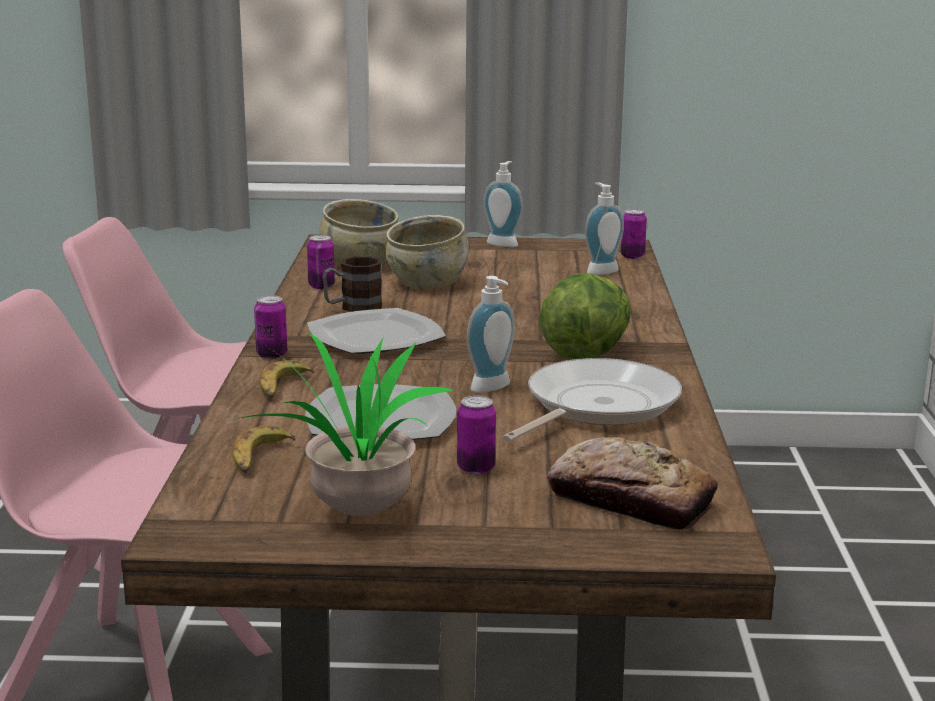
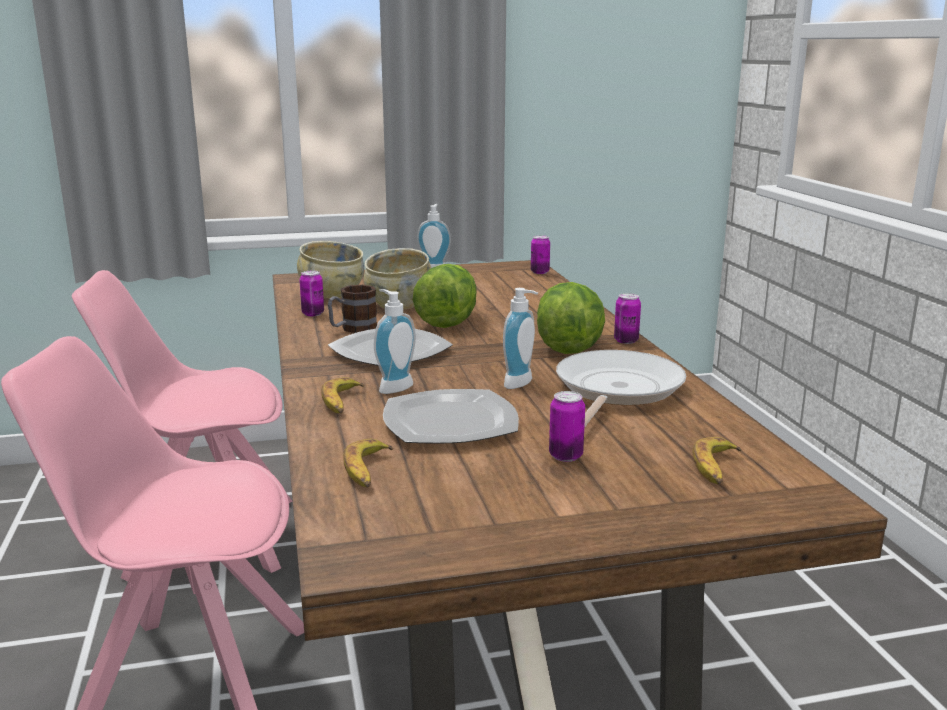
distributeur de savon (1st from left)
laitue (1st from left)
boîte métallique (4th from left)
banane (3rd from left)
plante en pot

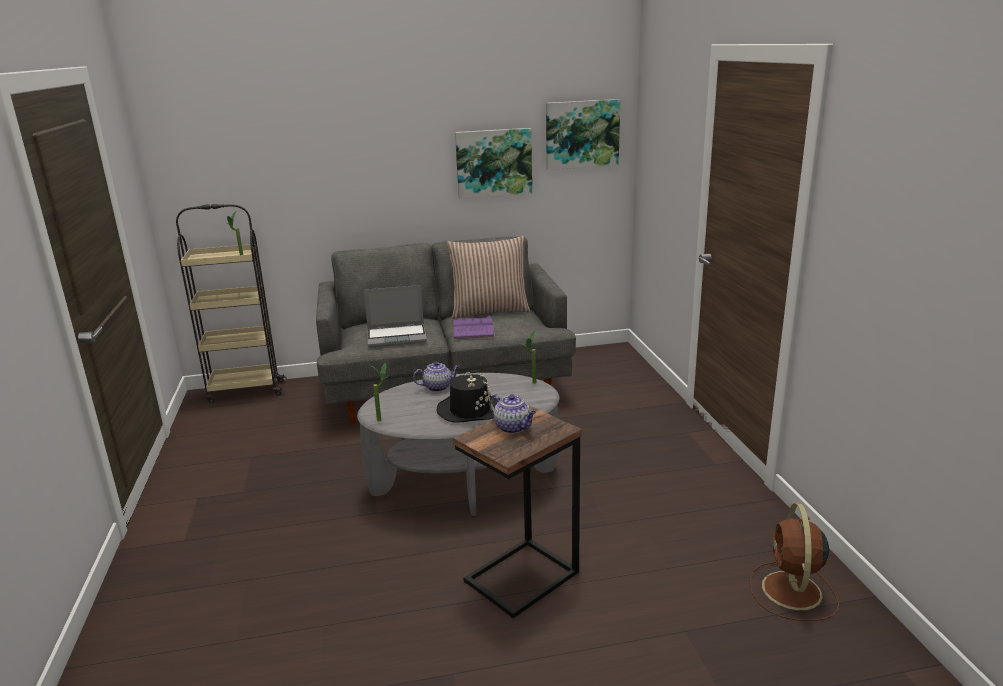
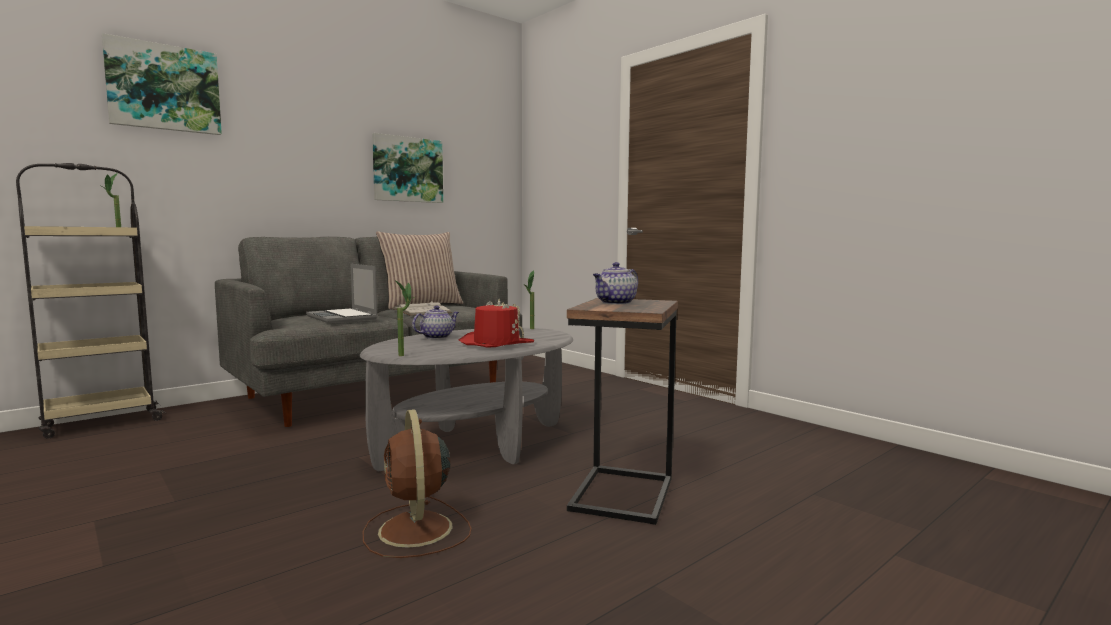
tableau (1st from left)
ordinateur portable
ventilateur/marron
livre/blanc
chapeau/rouge
théière (2nd from left)

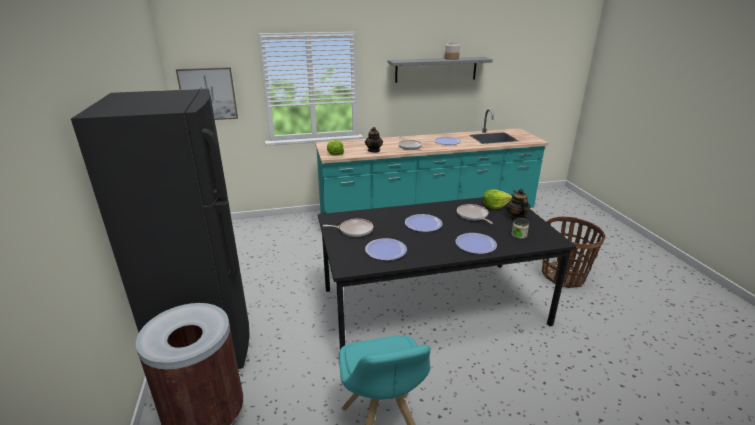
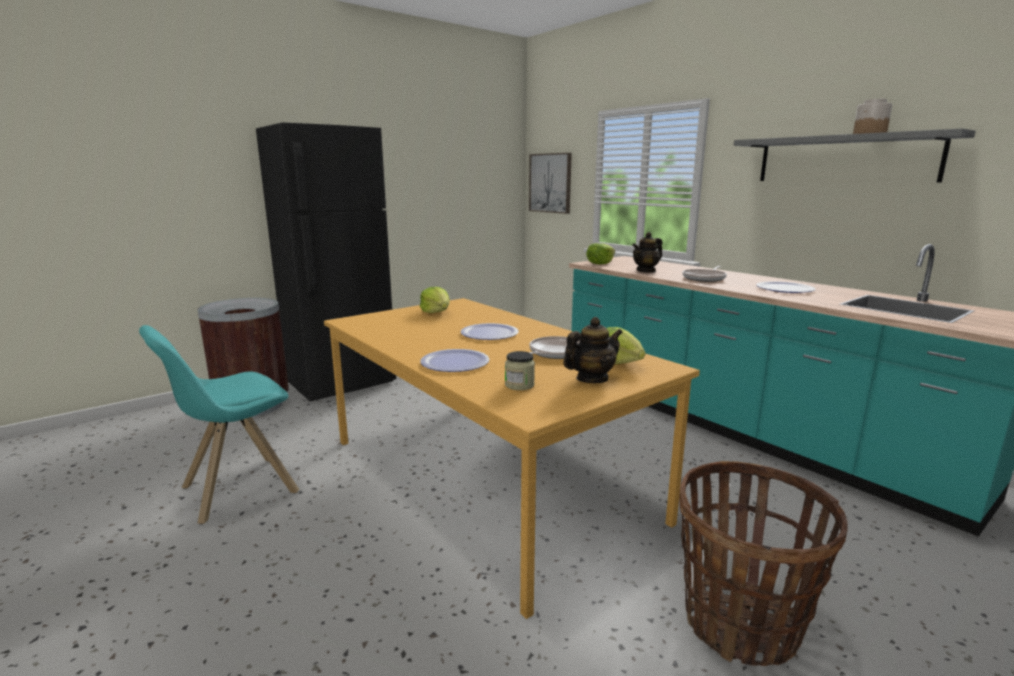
table à manger/orange
laitue (1st from left)
assiette (1st from left in the first image)

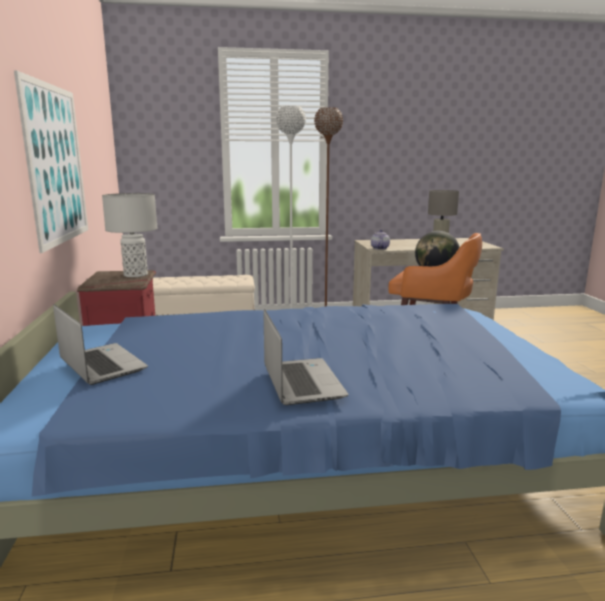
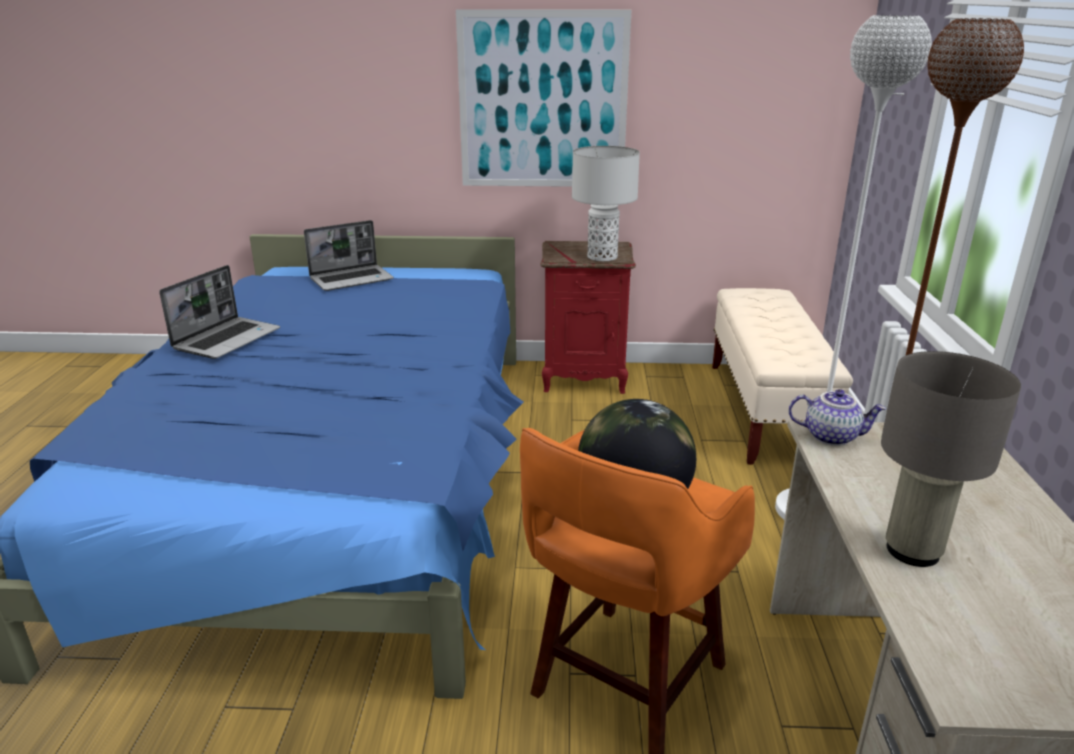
ordinateur portable (1st from left)

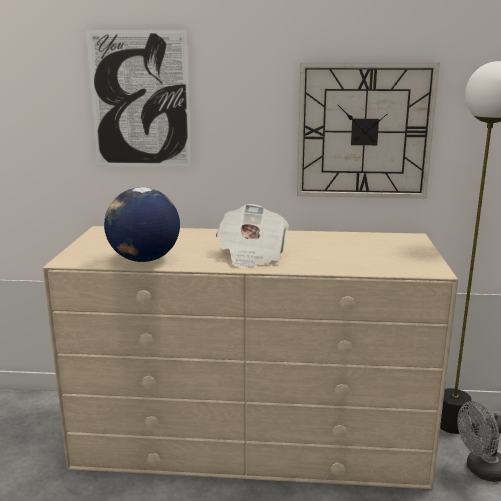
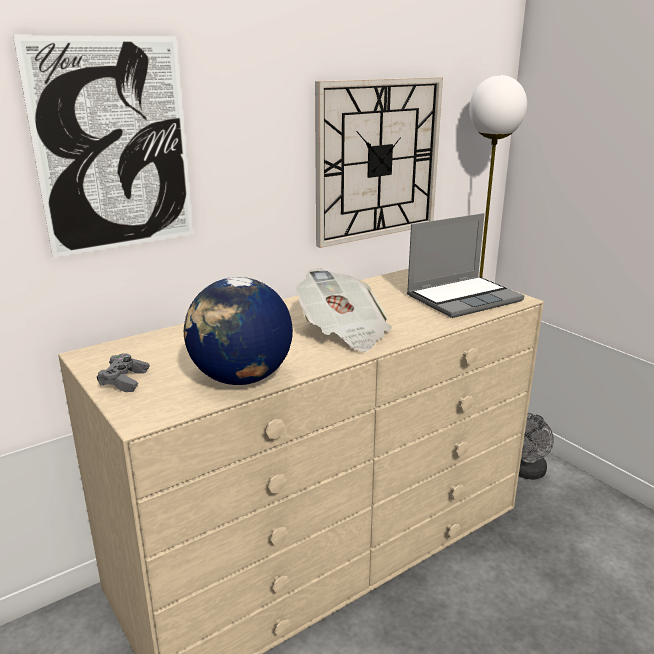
manette/gris
ordinateur portable

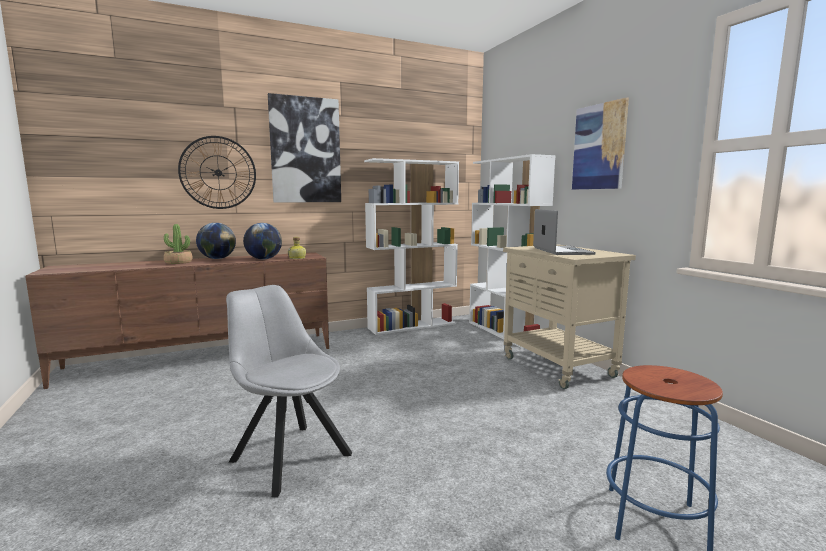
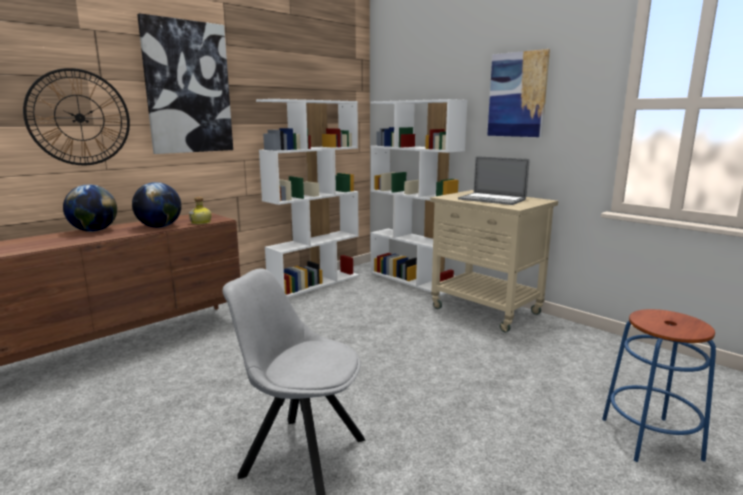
ordinateur portable
plante en pot

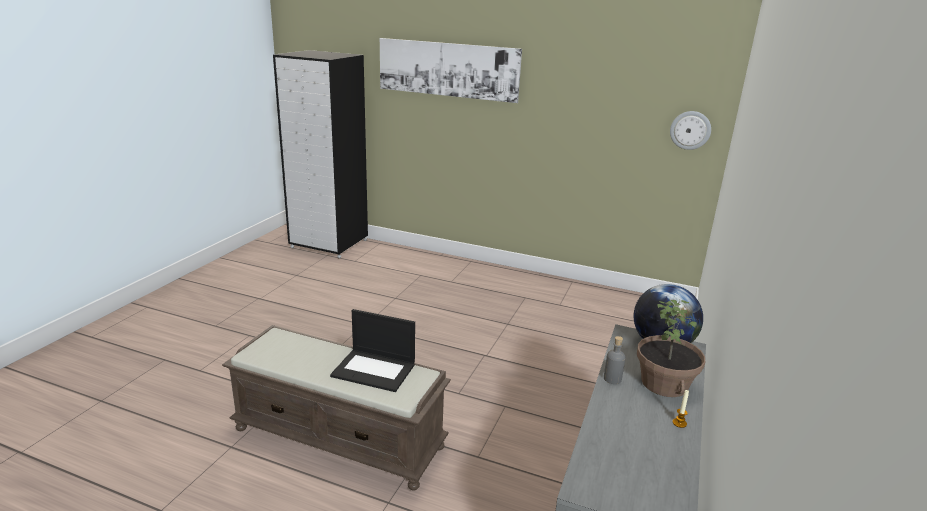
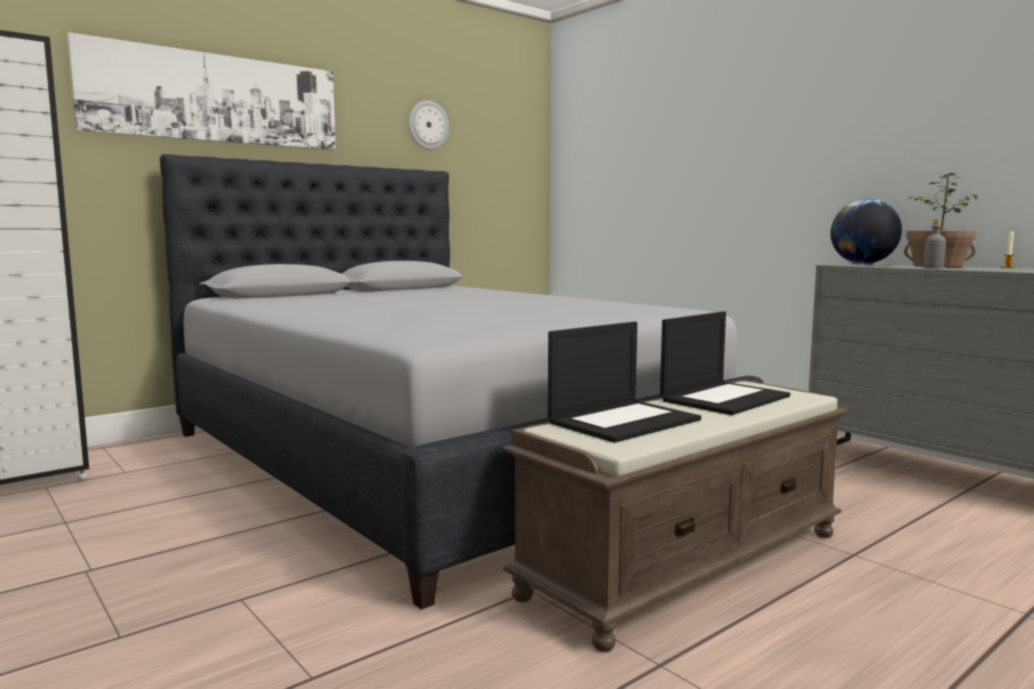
lit/gris
horloge murale
ordinateur portable (1st from left)

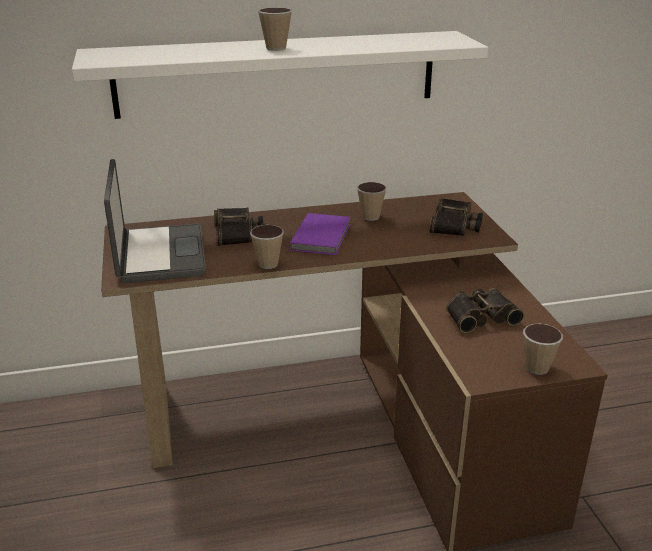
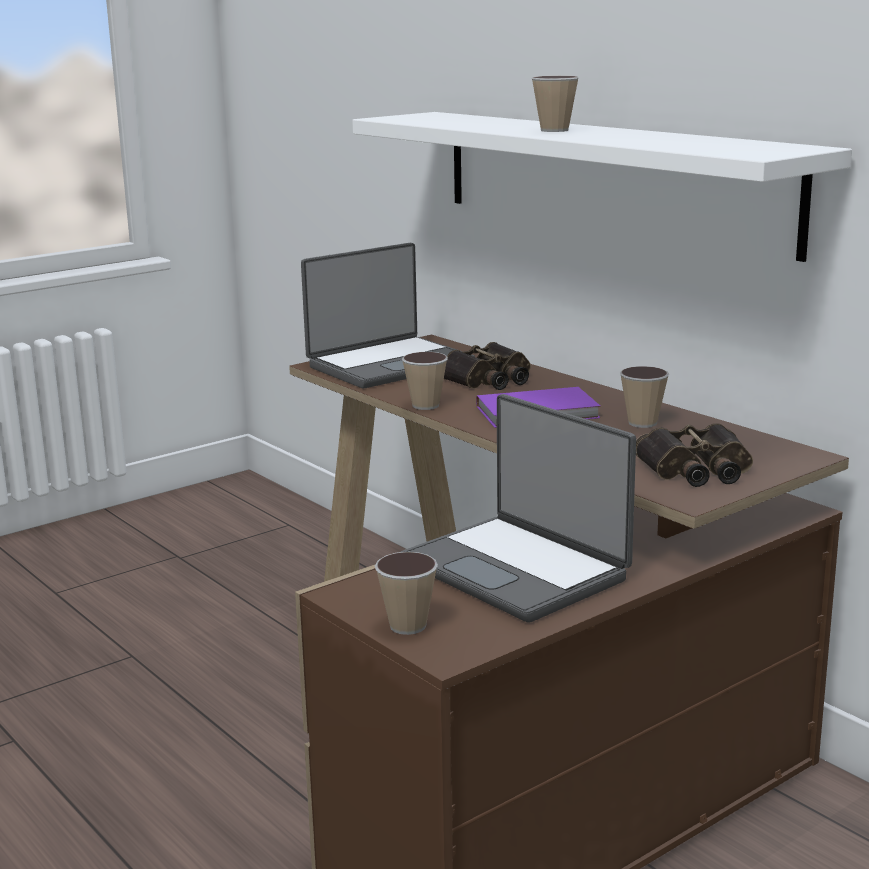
ordinateur portable (2nd from left)

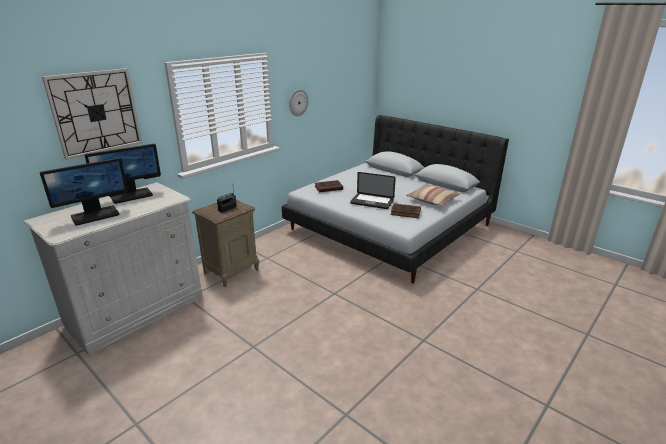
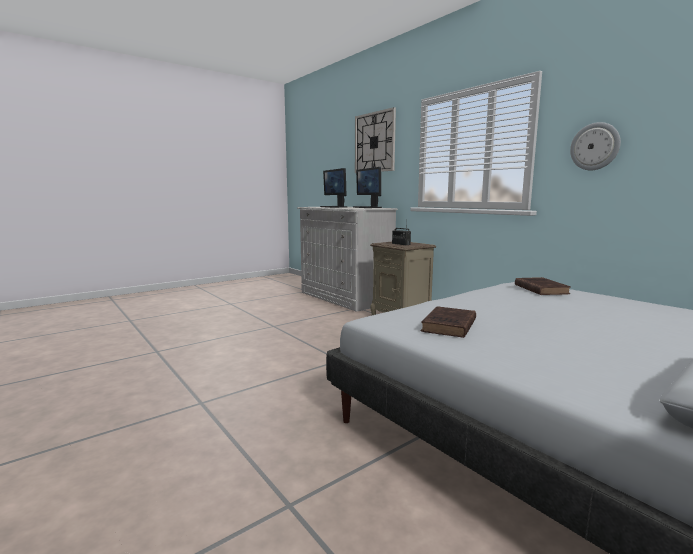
ordinateur portable
coussin

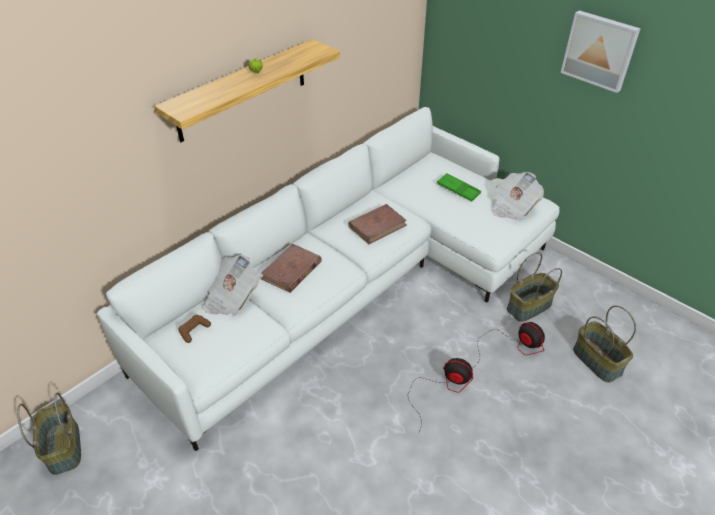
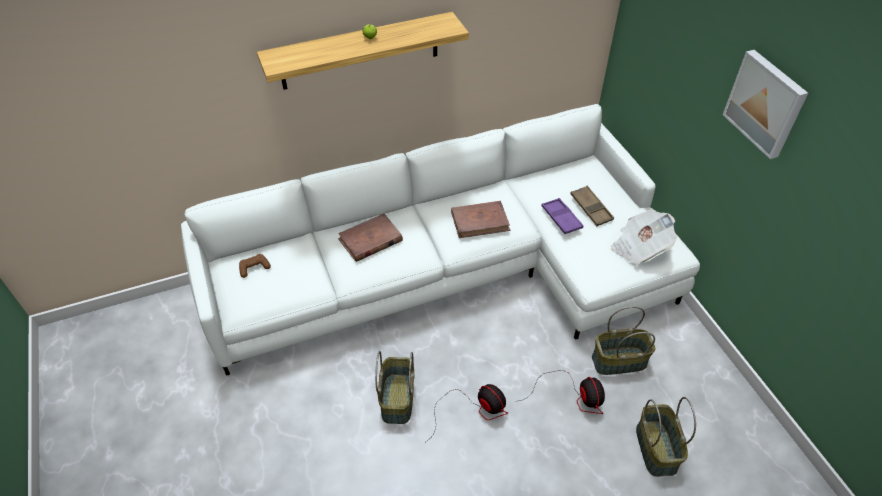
panier (1st from left)
plateau/violet
plateau/marron
journal (1st from left in the first image)

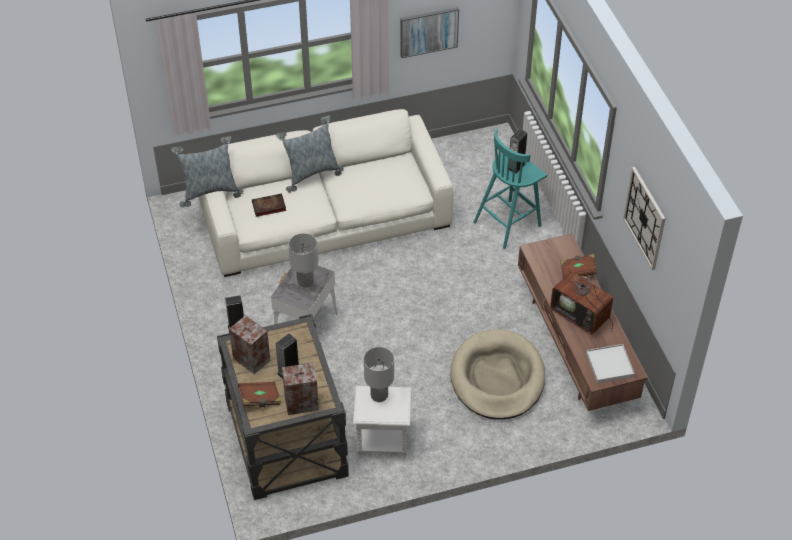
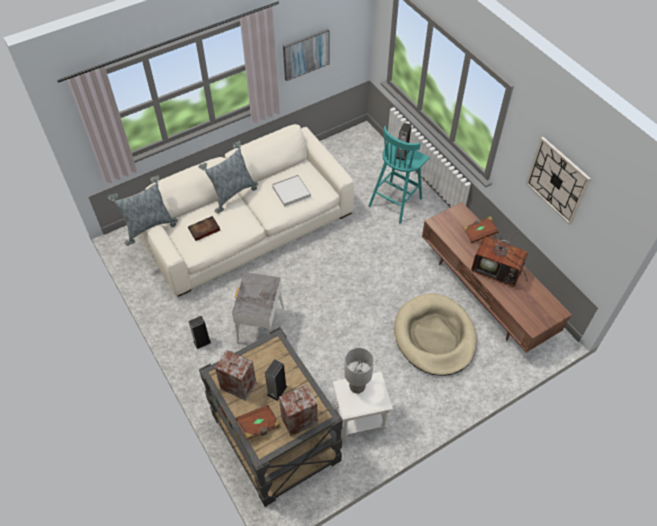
plateau/blanc
lampe de table/gris (1st from left in the first image)

